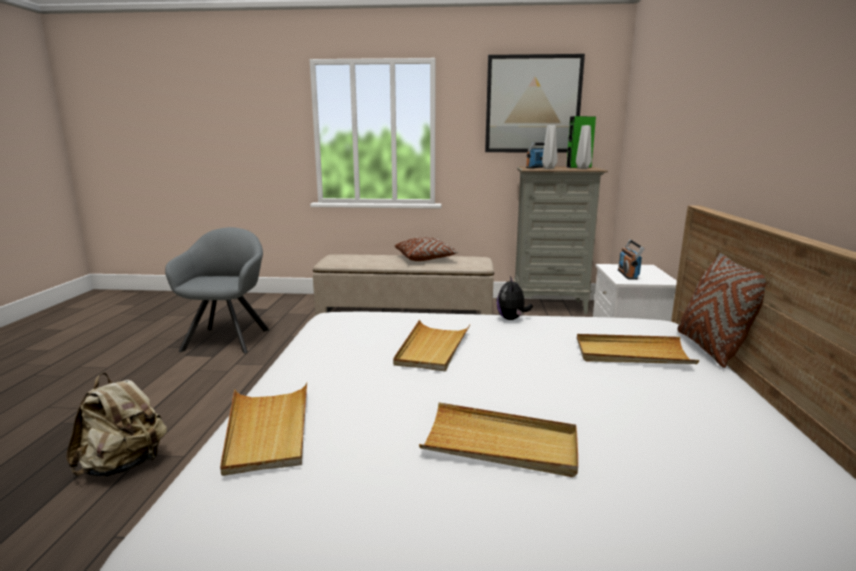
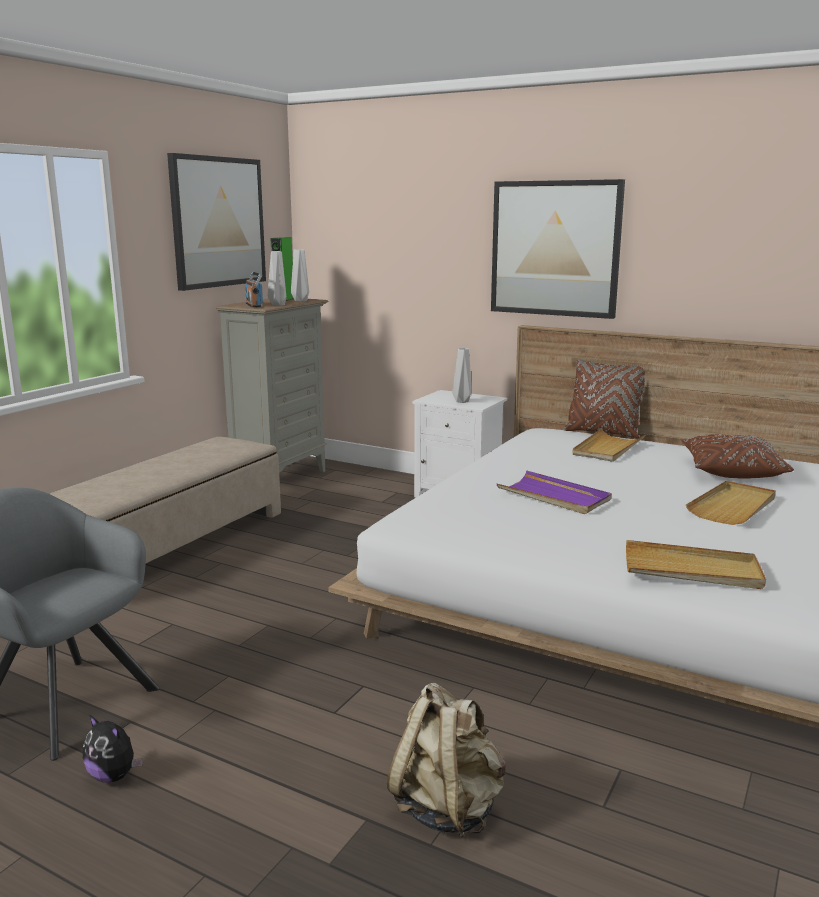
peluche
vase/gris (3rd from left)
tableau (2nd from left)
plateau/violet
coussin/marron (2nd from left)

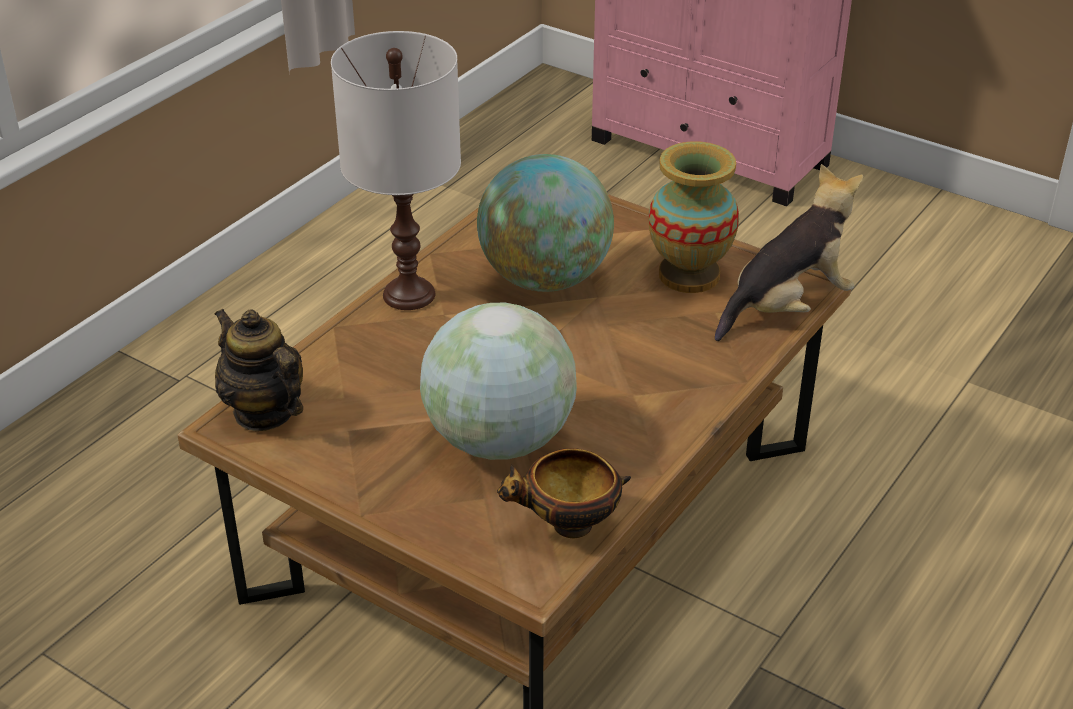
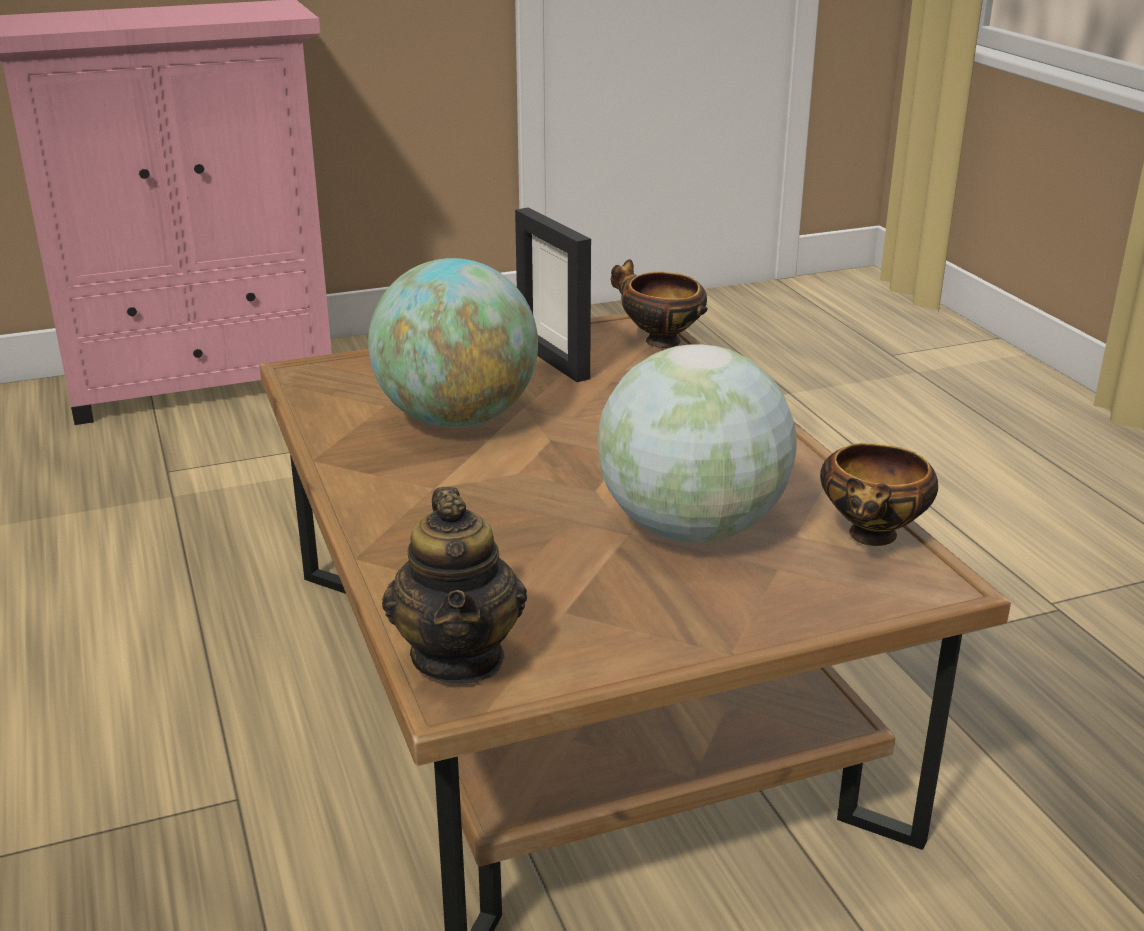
théière
cadre photo
bol (1st from left)
lampe de table/blanc

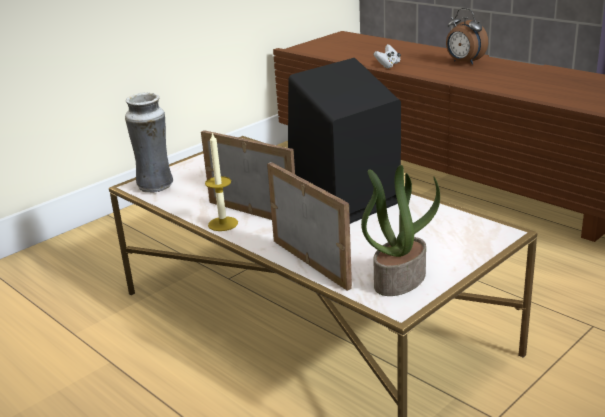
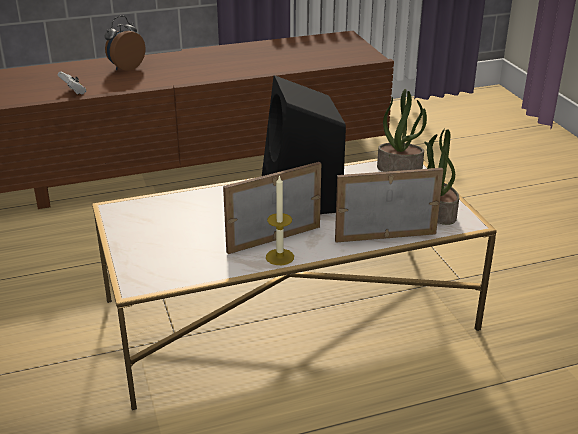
réveil
plante en pot (1st from left)
vase

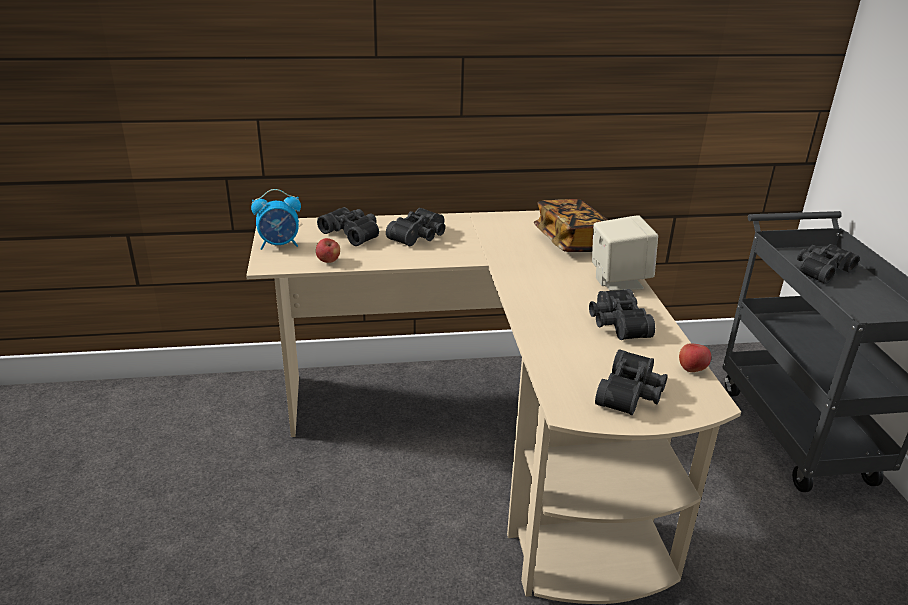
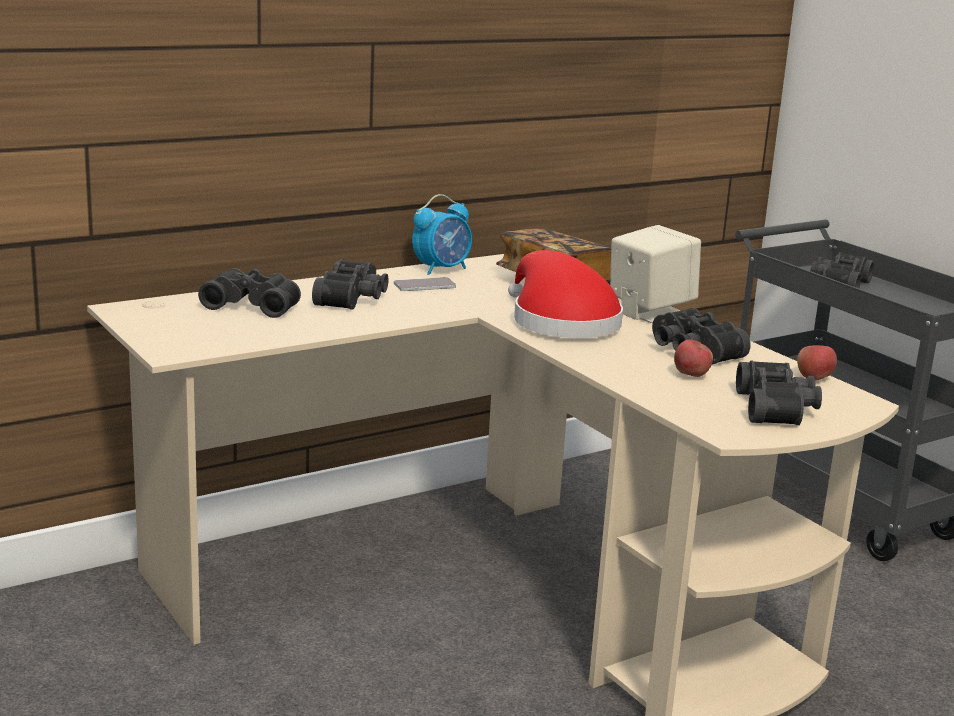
téléphone
réveil
chapeau/rouge
pomme (1st from left)

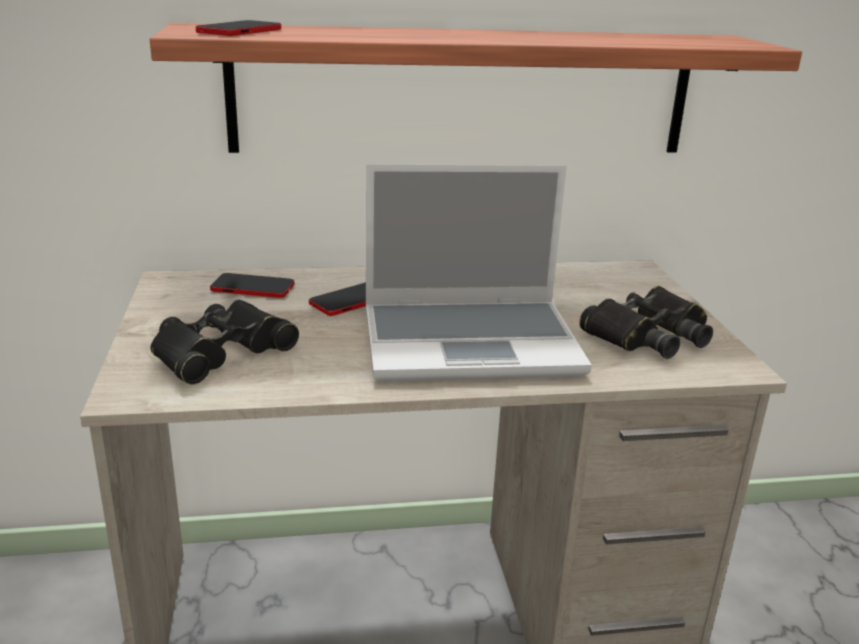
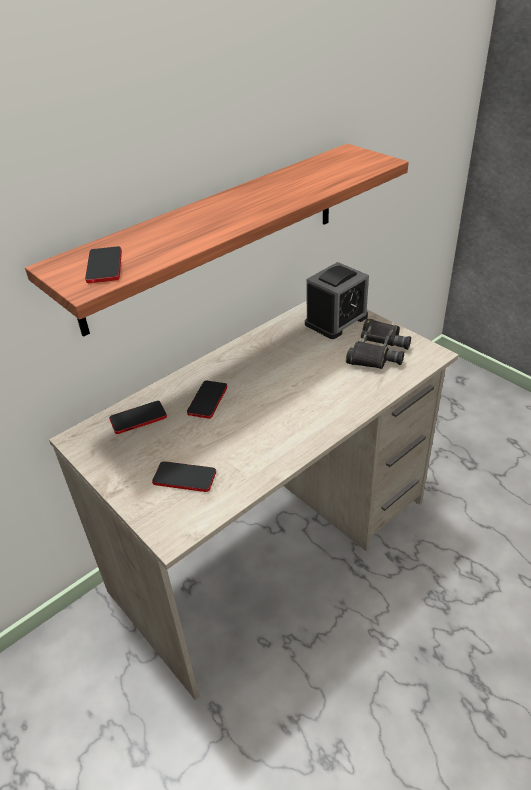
téléphone (3rd from left)
réveil
ordinateur portable

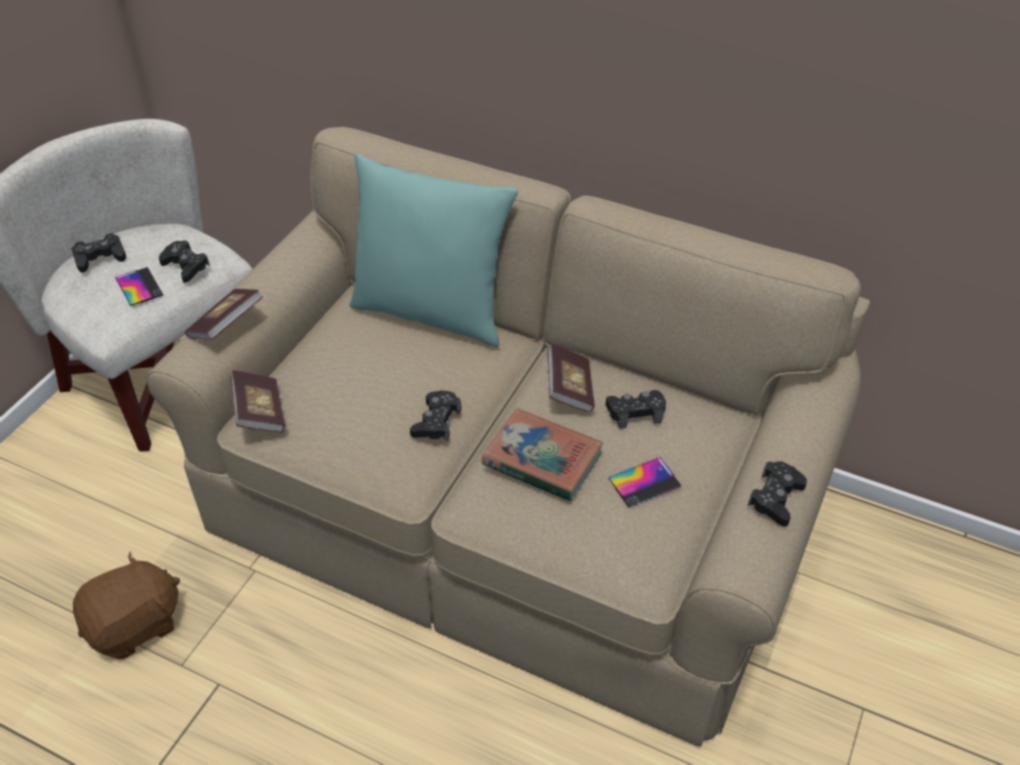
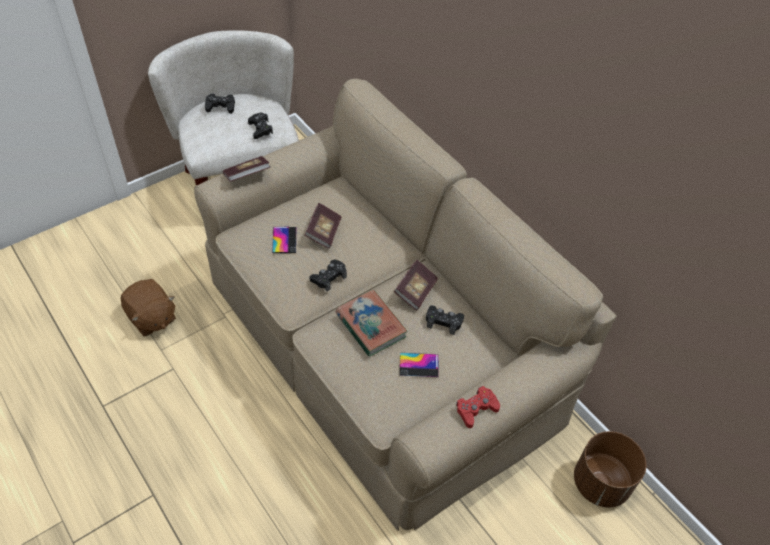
peluche/marron
téléphone (1st from left)
livre (2nd from left)
manette/rouge
cache-pot/marron
coussin/turquoise

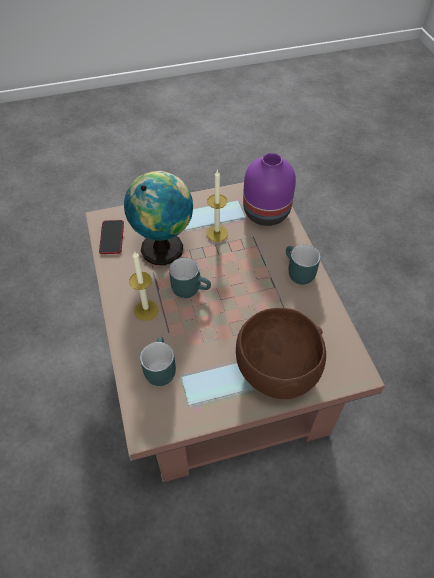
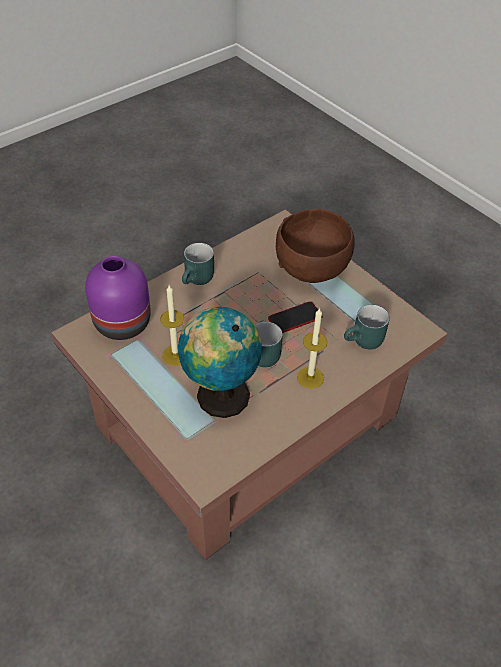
téléphone

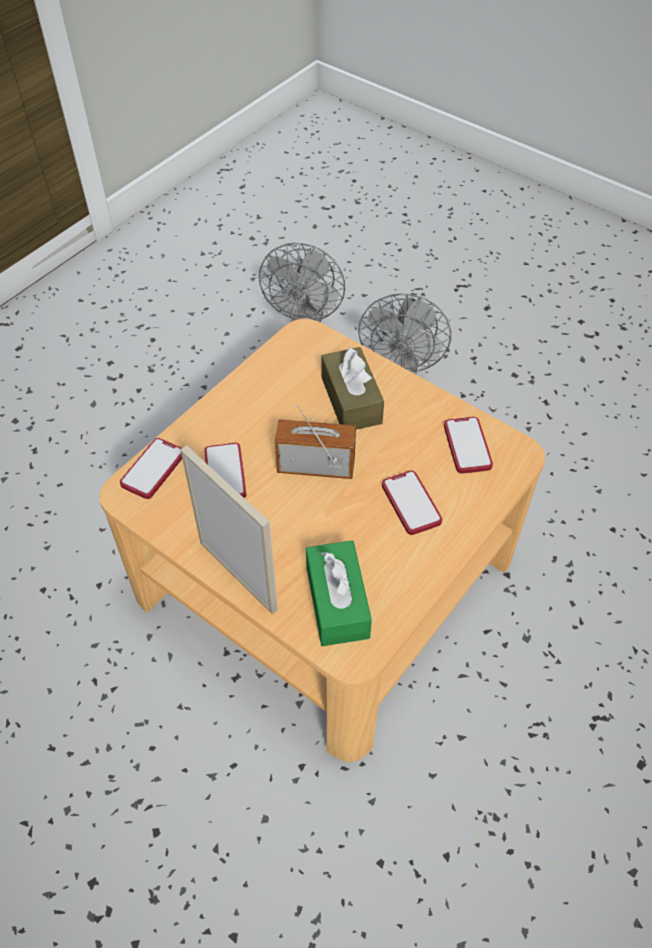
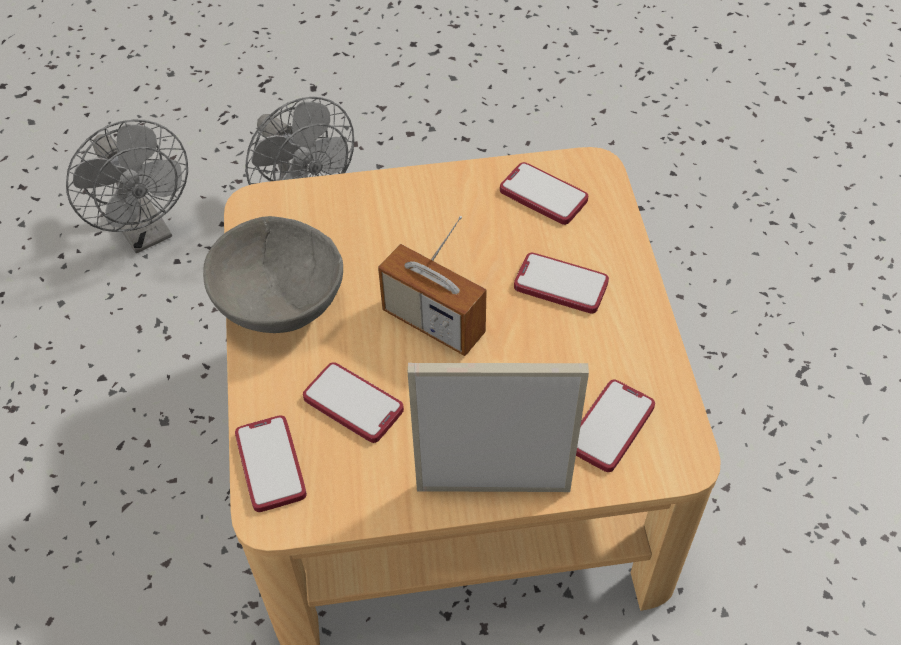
bol/gris
radio
téléphone (5th from left)
boîte à mouchoirs/marron

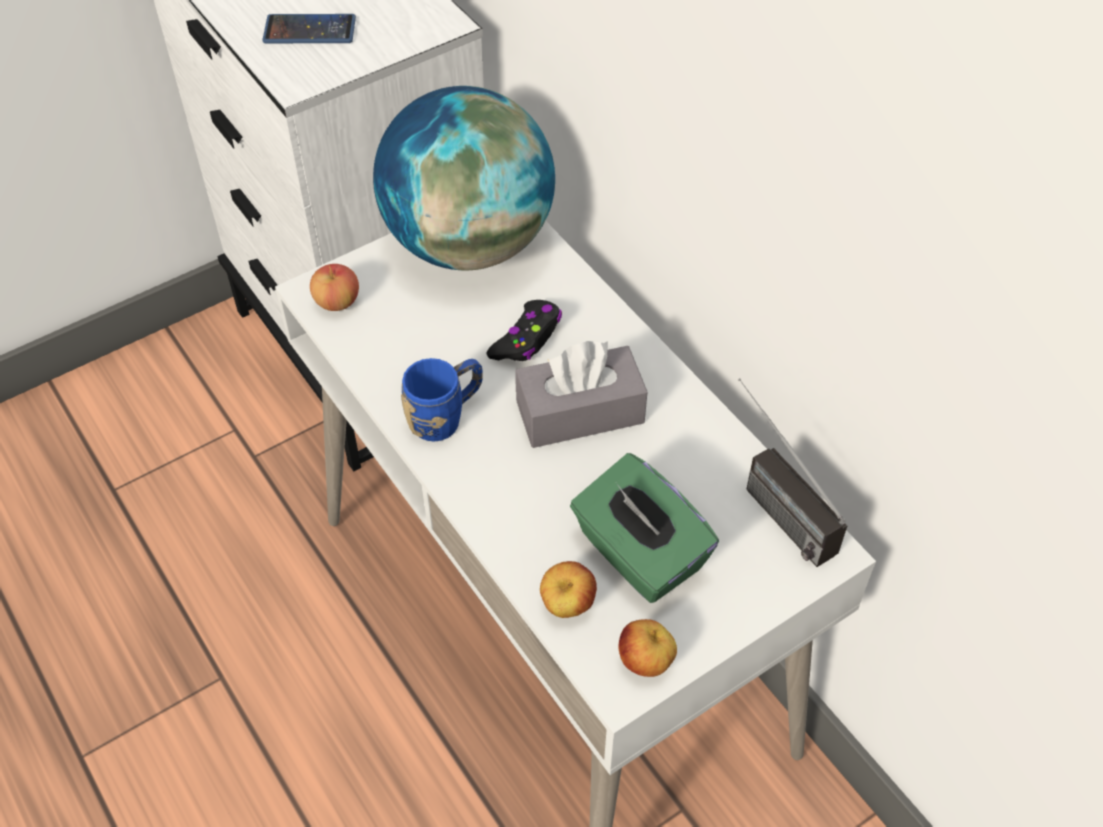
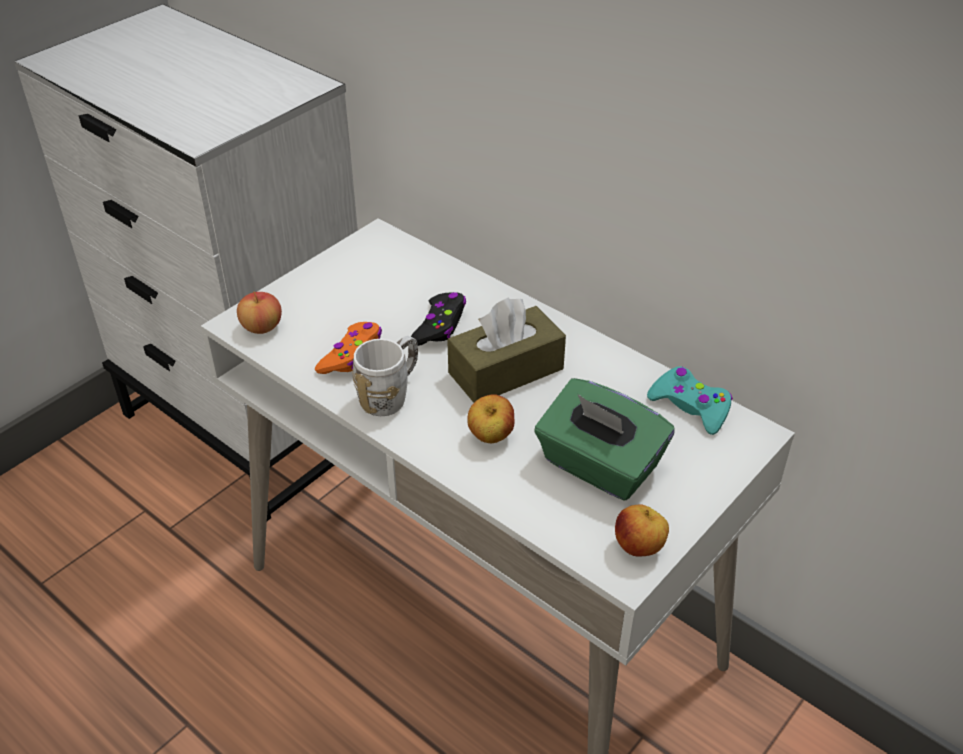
manette/orange
mug/blanc
boîte à mouchoirs/marron
pomme (2nd from left)
manette/turquoise
téléphone
globe

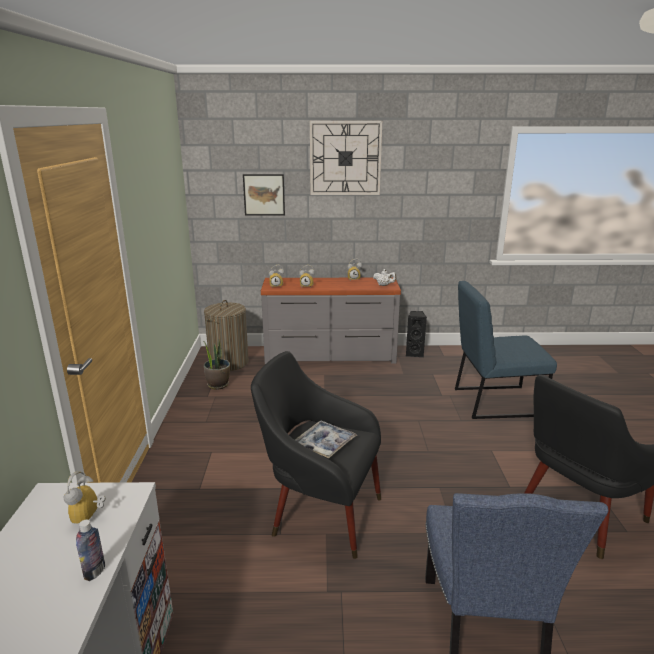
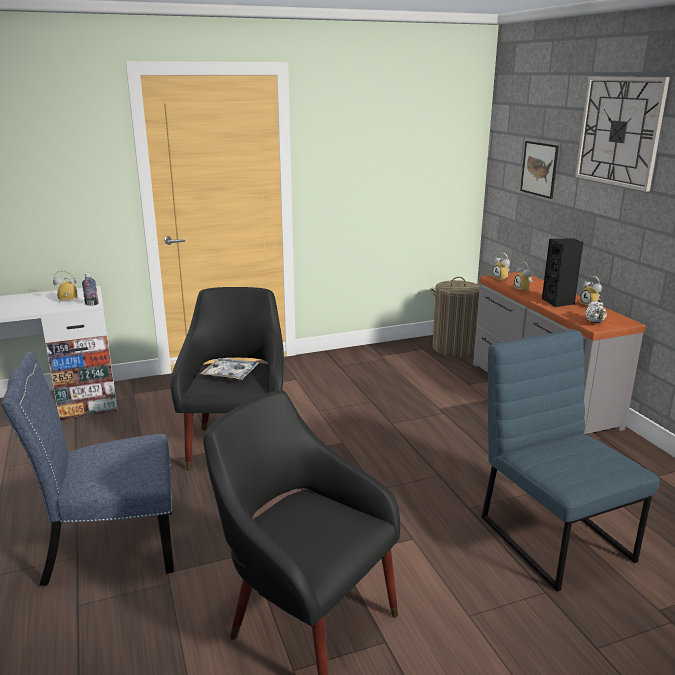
bouteille
enceinte/noir
plante en pot

